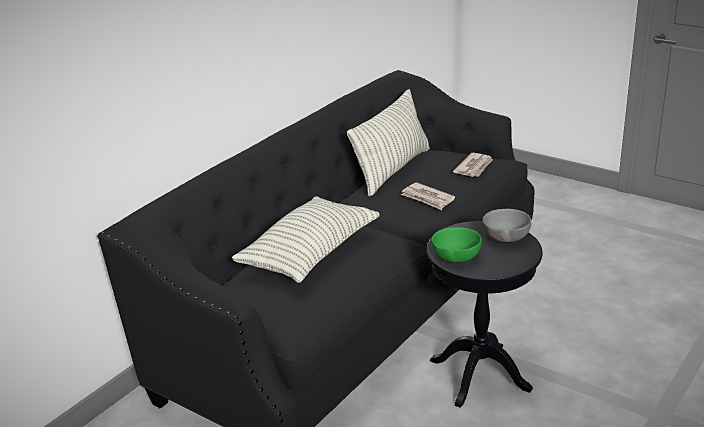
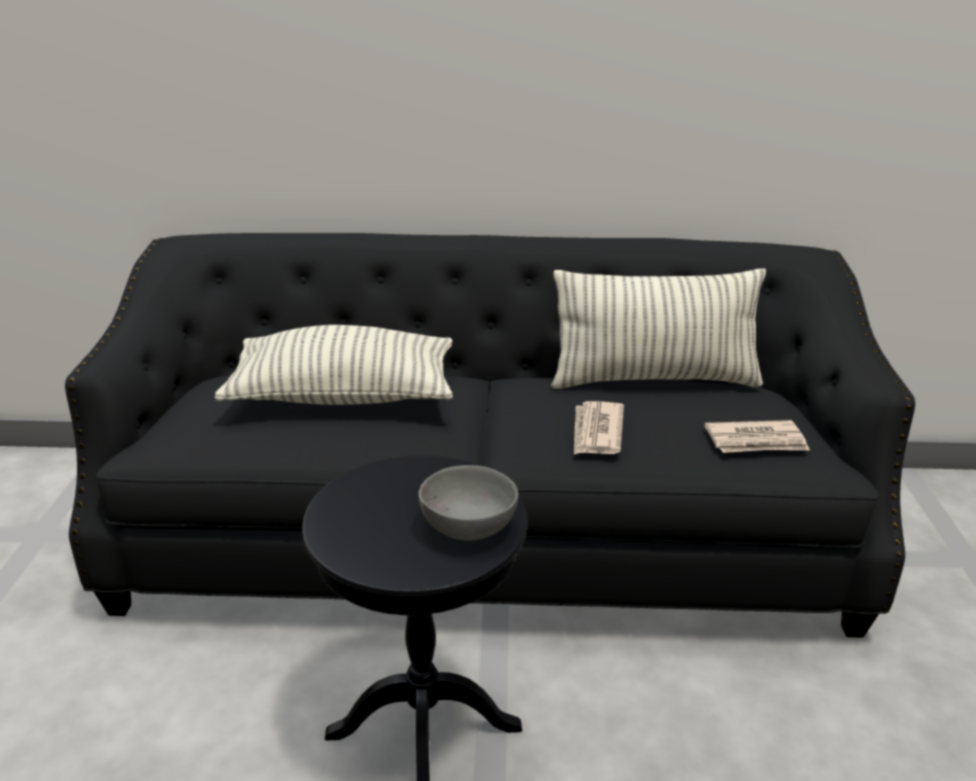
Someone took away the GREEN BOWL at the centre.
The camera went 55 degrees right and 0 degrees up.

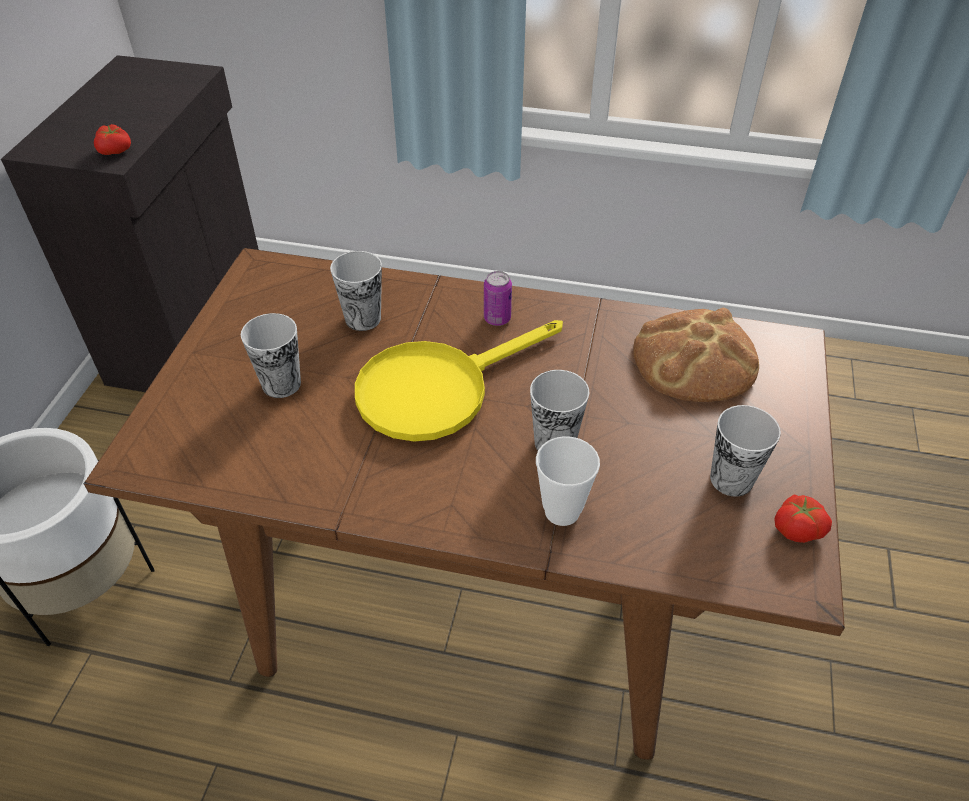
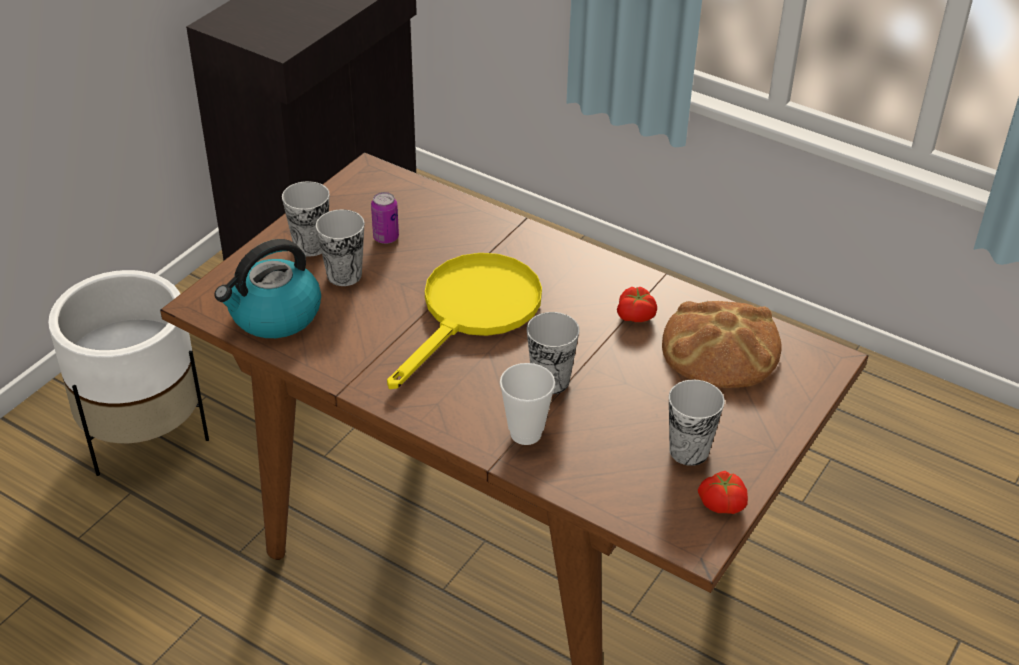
Someone carried the TOMATO (no. 1 from left) from the top left to the centre.
Someone carried the CUP (no. 2 from left in the first image) from the centre to the top left.
Someone carried the CAN from the centre to the top centre.
Someone rotated the YELLOW FRYING PAN at the centre by 135 degrees clockwise.
Someone put down the KETTLE at the middle left.
The camera went 20 degrees right and 5 degrees down.

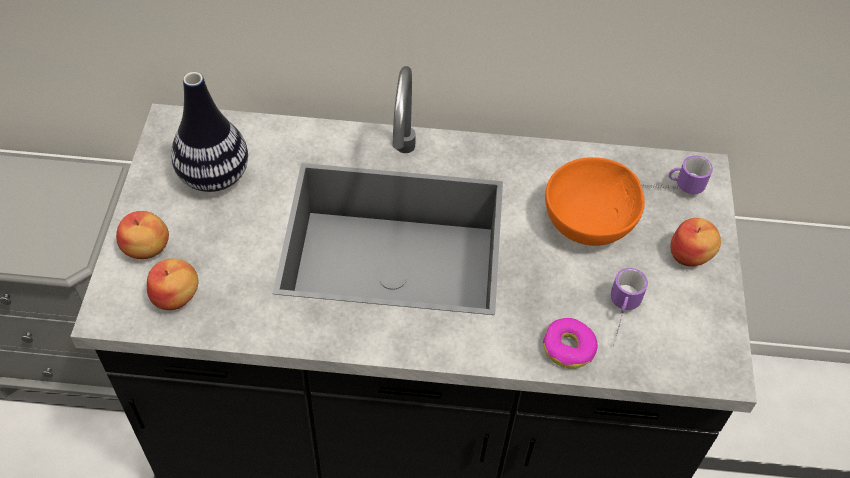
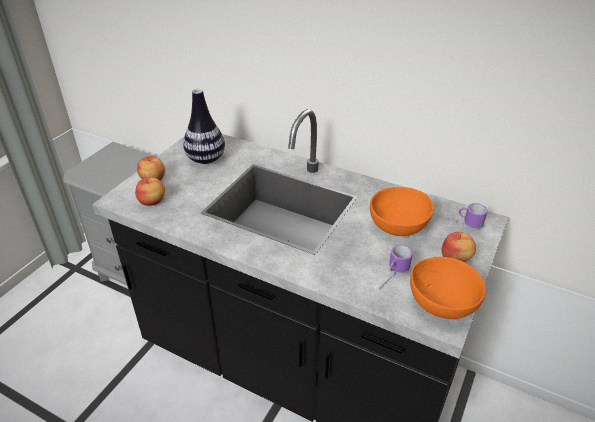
Someone took away the DONUT at the bottom right.
Someone put down the ORANGE BOWL (no. 2 from left) at the bottom right.
The camera went 25 degrees right and 15 degrees down.

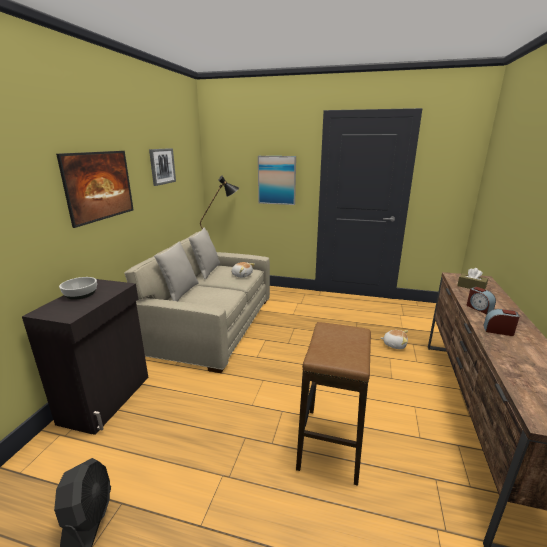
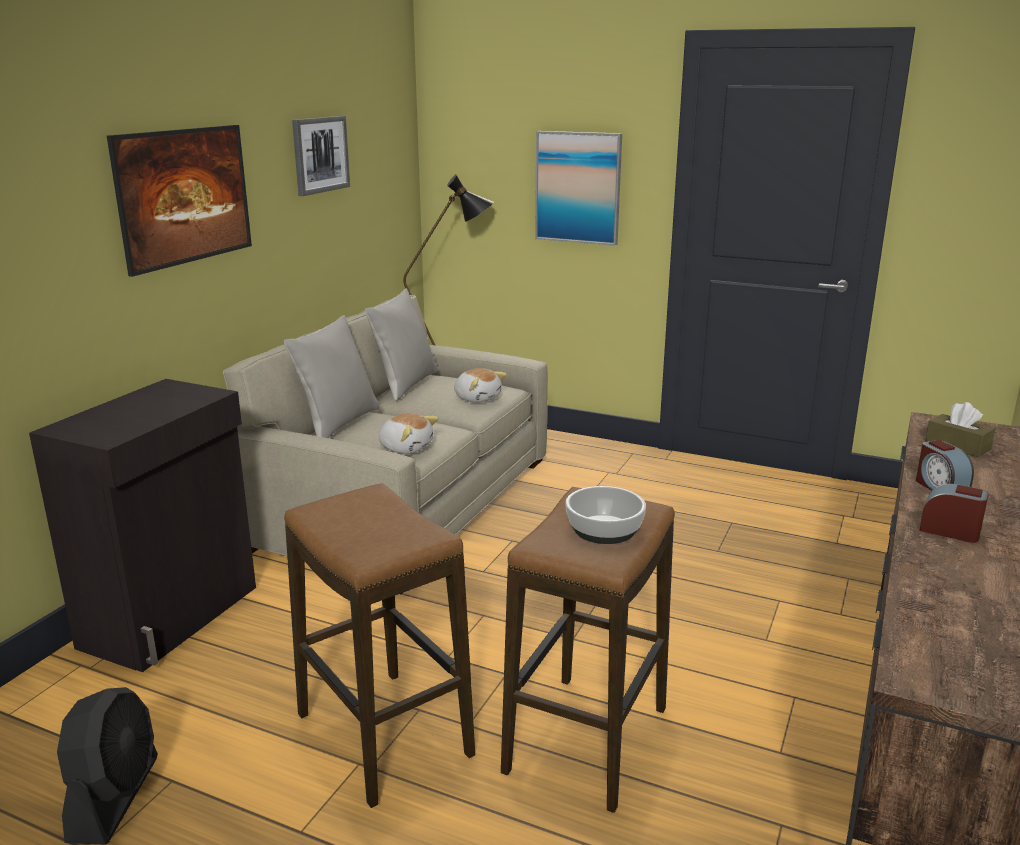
Someone carried the BOWL from the middle left to the centre.
Someone carried the PLUSH TOY (no. 2 from left in the first image) from the middle right to the centre.
Someone put down the STOOL (no. 1 from left) at the bottom centre.
The camera went 10 degrees right and 0 degrees up.

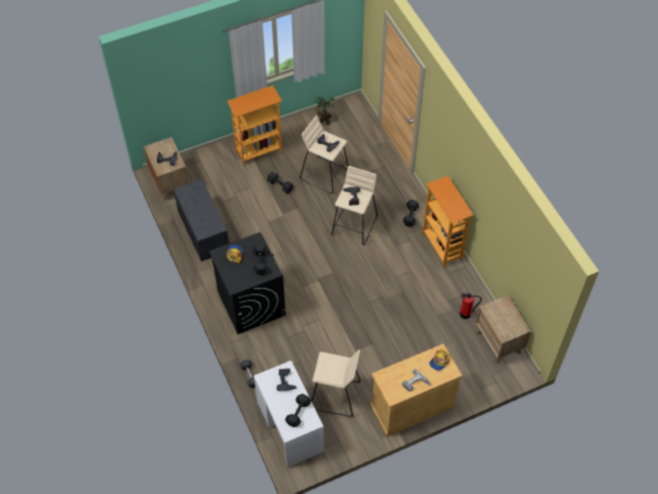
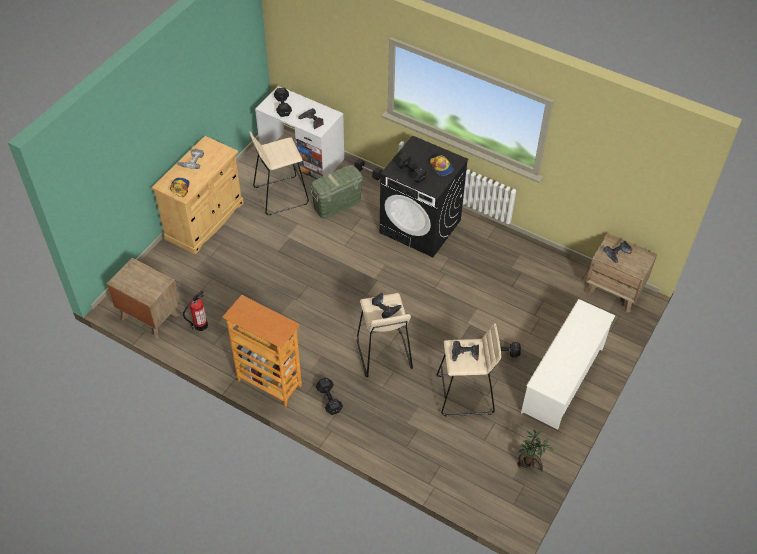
Someone swapped the BOOKCASE (no. 1 from left) at the top centre for the WHITE SHOE RACK at the middle right.
Someone took away the GREY BENCH at the middle left.
Someone put down the GREEN STORAGE BOX at the centre.
The camera went 145 degrees right and 5 degrees down.

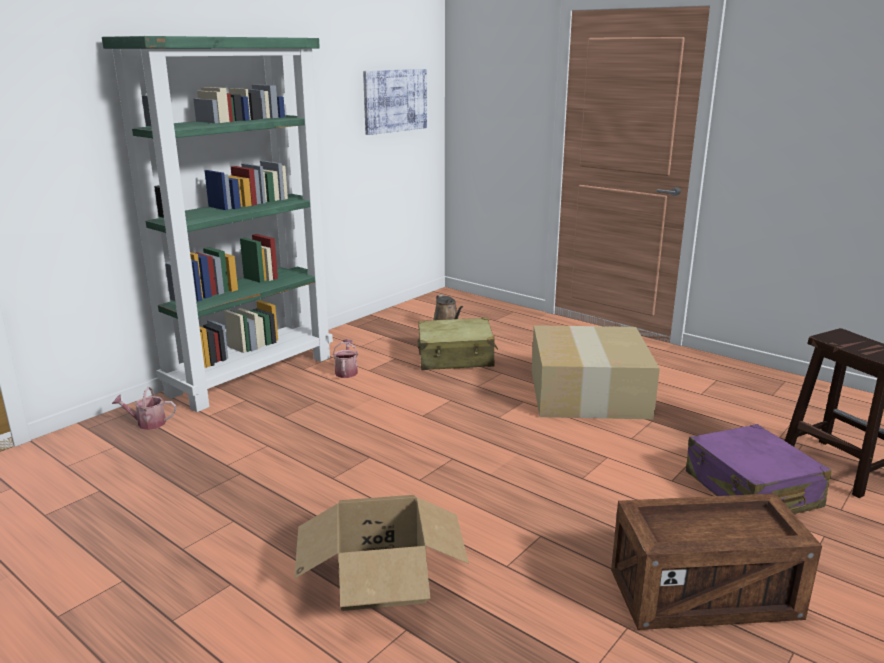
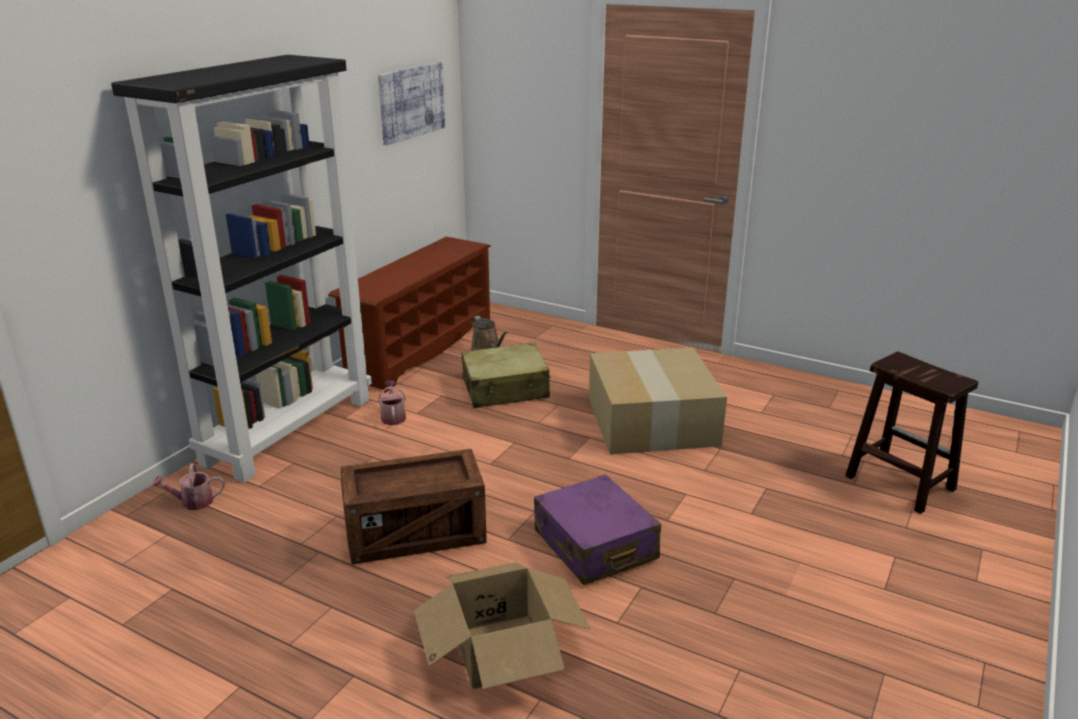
Someone repainted the GREEN BOOKCASE at the middle left, which became the BLACK BOOKCASE at the middle left.
Someone carried the PURPLE SUITCASE from the bottom right to the bottom centre.
Someone carried the CRATE from the bottom right to the bottom centre.
Someone put down the BROWN SHOE RACK at the centre.
The camera went 10 degrees left and 5 degrees up.

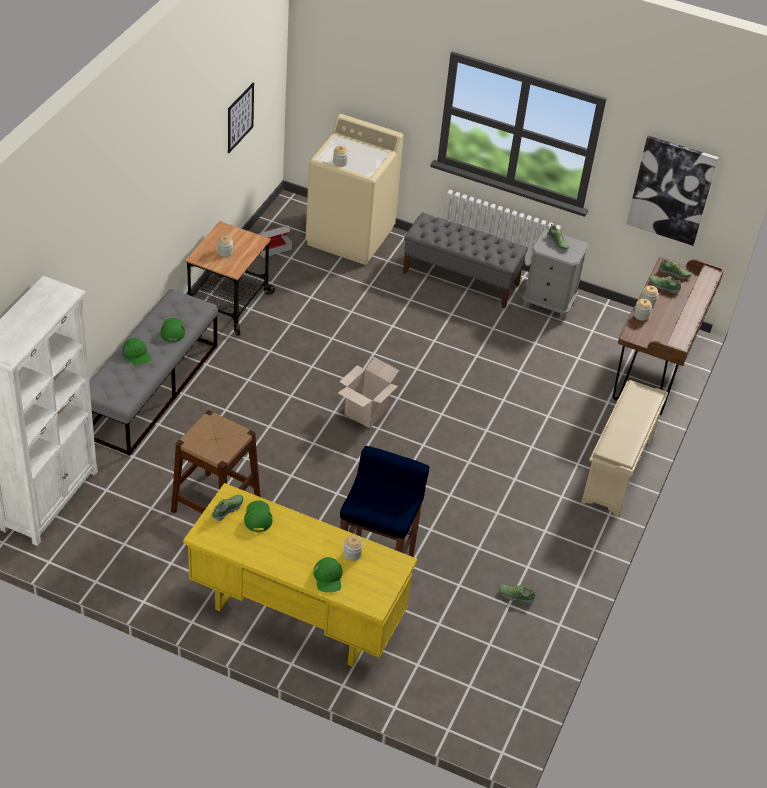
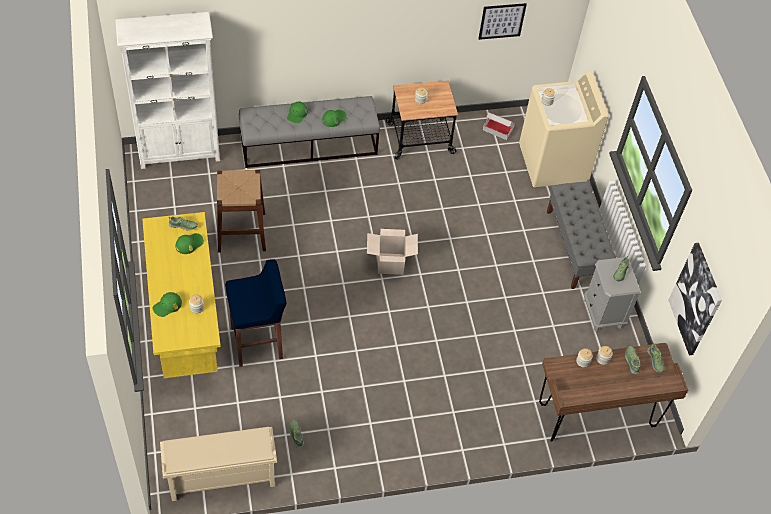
Someone carried the BEIGE SHOE RACK from the middle right to the bottom left.
The camera went 55 degrees right and 10 degrees up.

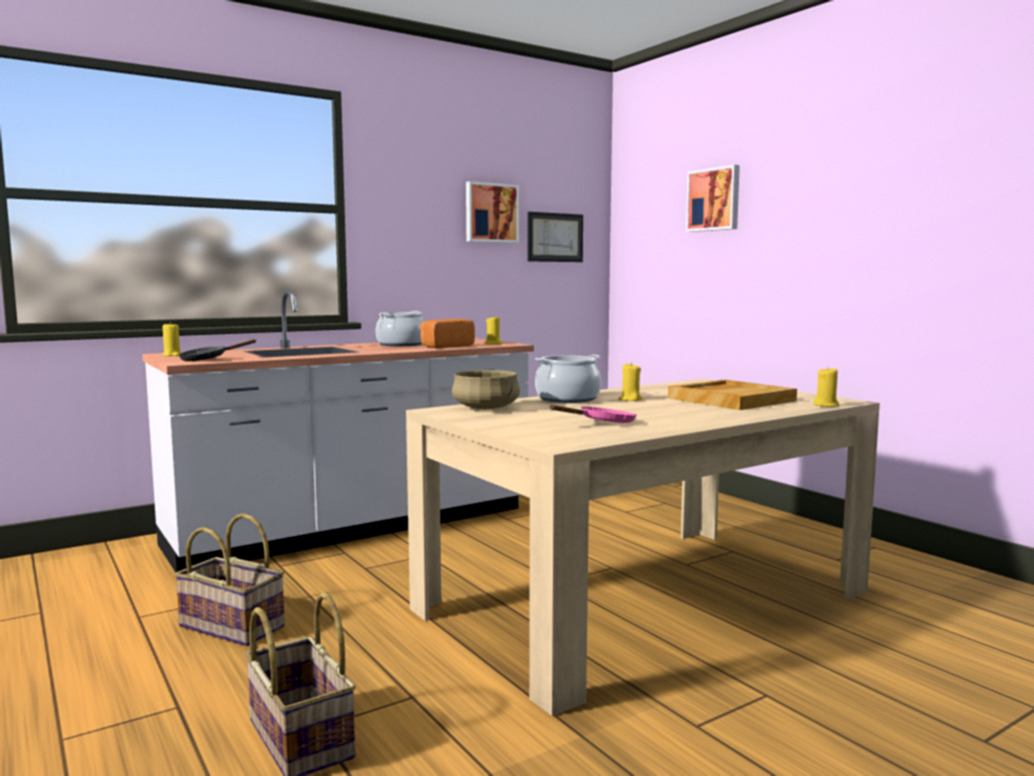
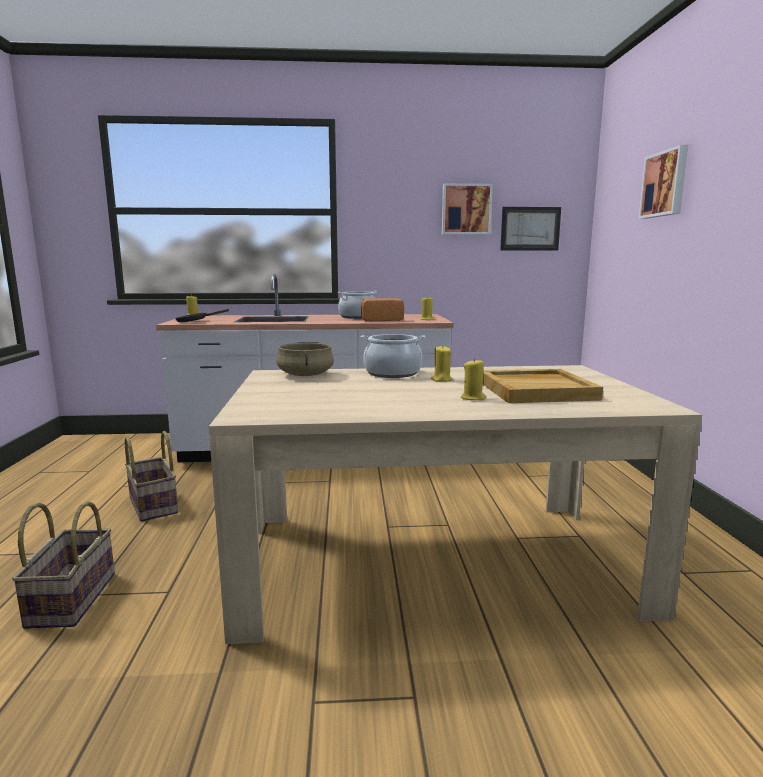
Someone carried the YELLOW CANDLE (no. 4 from left) from the middle right to the centre.
Someone took away the PINK FRYING PAN at the centre.
The camera went 30 degrees right and 5 degrees up.

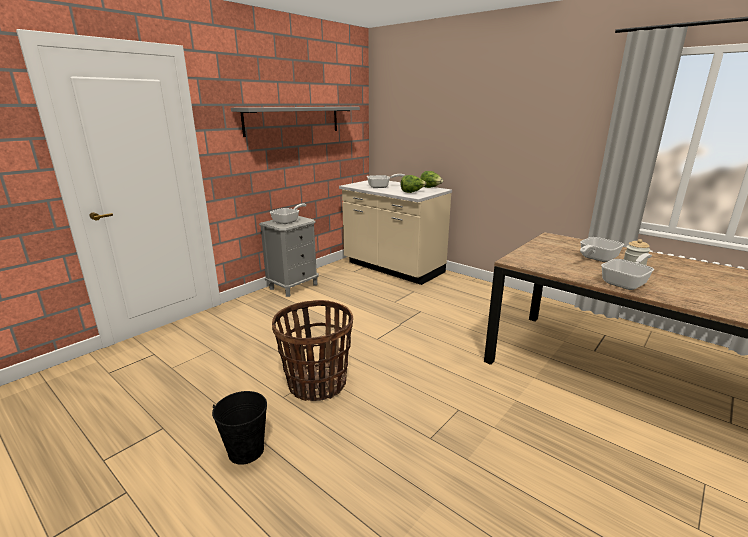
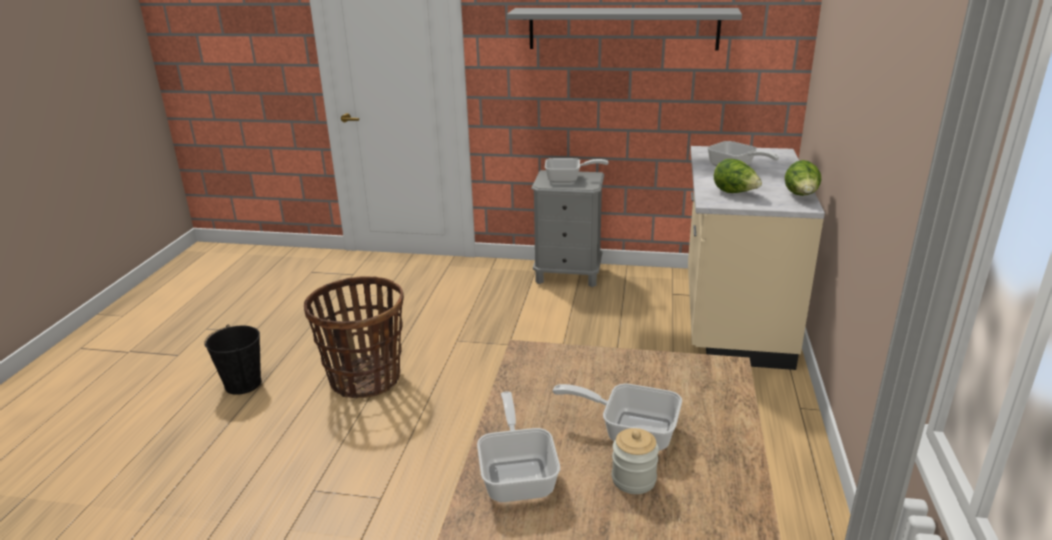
Someone rotated the FRYING PAN (no. 4 from left in the first image) at the middle right by 120 degrees counterclockwise.
The camera went 60 degrees right and 5 degrees up.

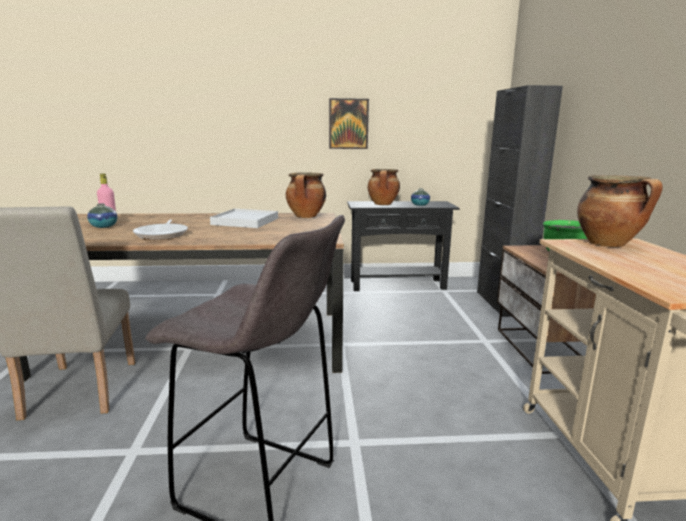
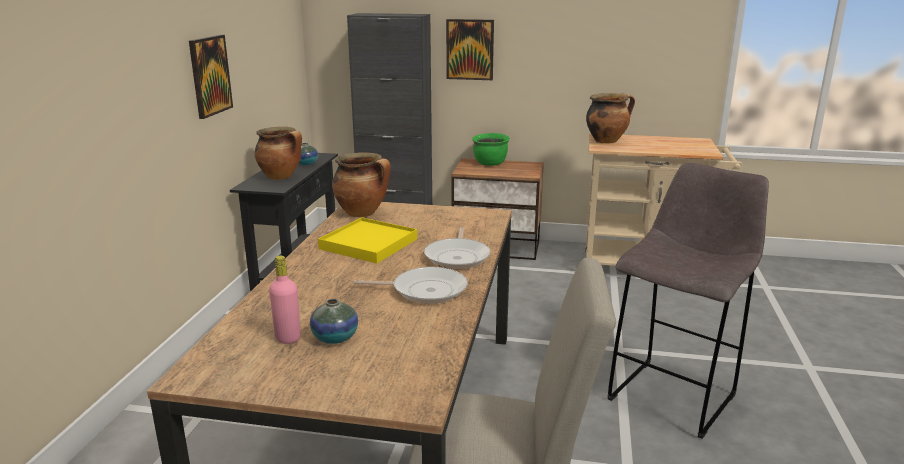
Someone repainted the WHITE TRAY at the centre, which became the YELLOW TRAY at the centre.
Someone put up the PICTURE (no. 2 from left) at the top centre.
Someone put down the FRYING PAN (no. 2 from left) at the centre.
The camera went 75 degrees left and 5 degrees up.

